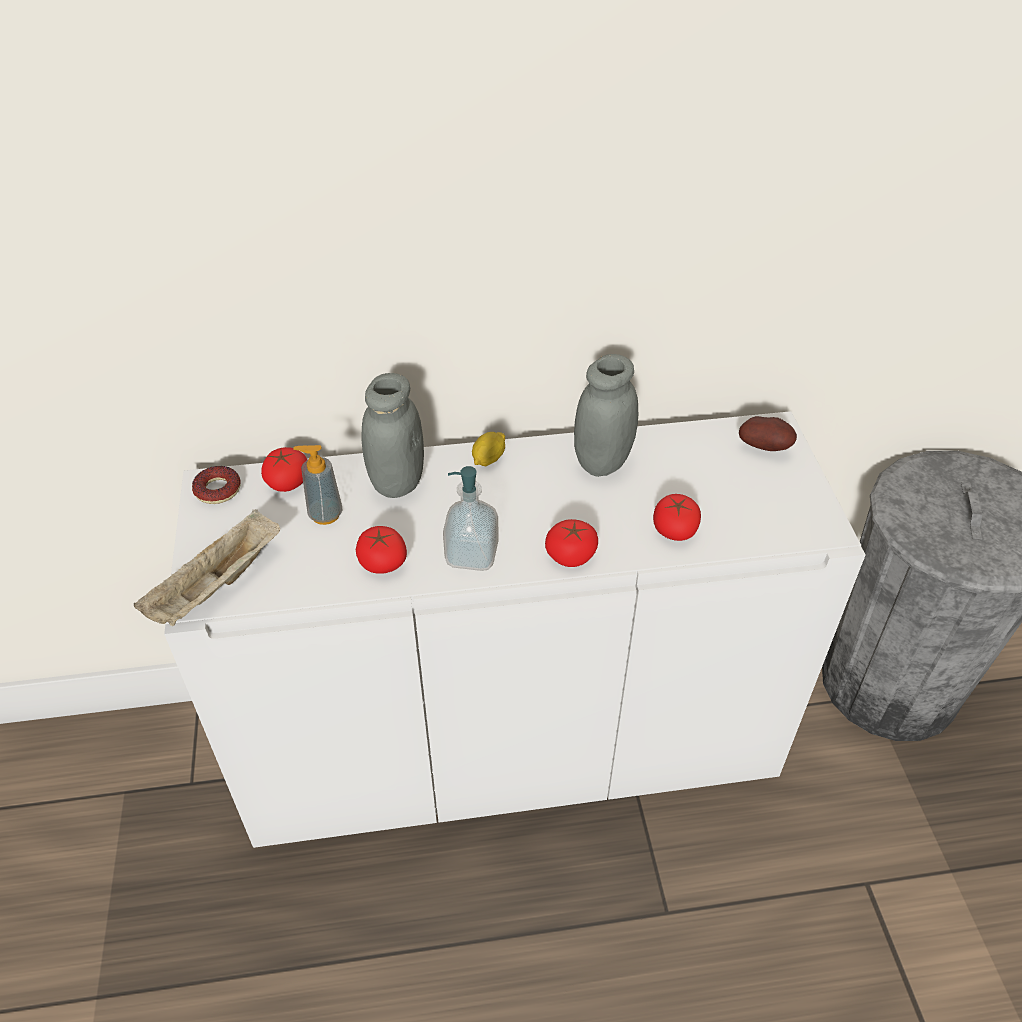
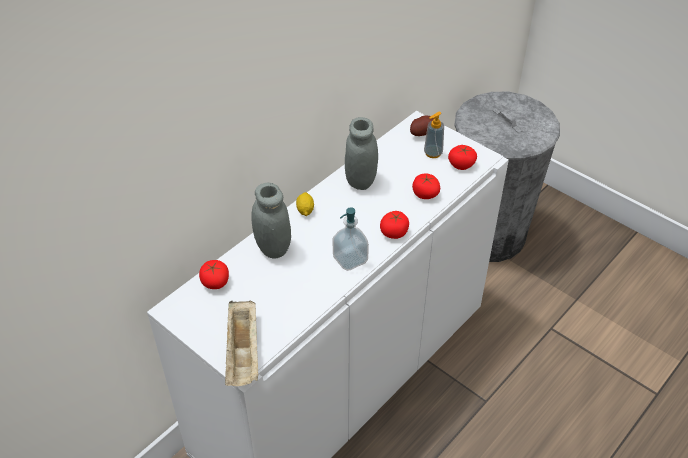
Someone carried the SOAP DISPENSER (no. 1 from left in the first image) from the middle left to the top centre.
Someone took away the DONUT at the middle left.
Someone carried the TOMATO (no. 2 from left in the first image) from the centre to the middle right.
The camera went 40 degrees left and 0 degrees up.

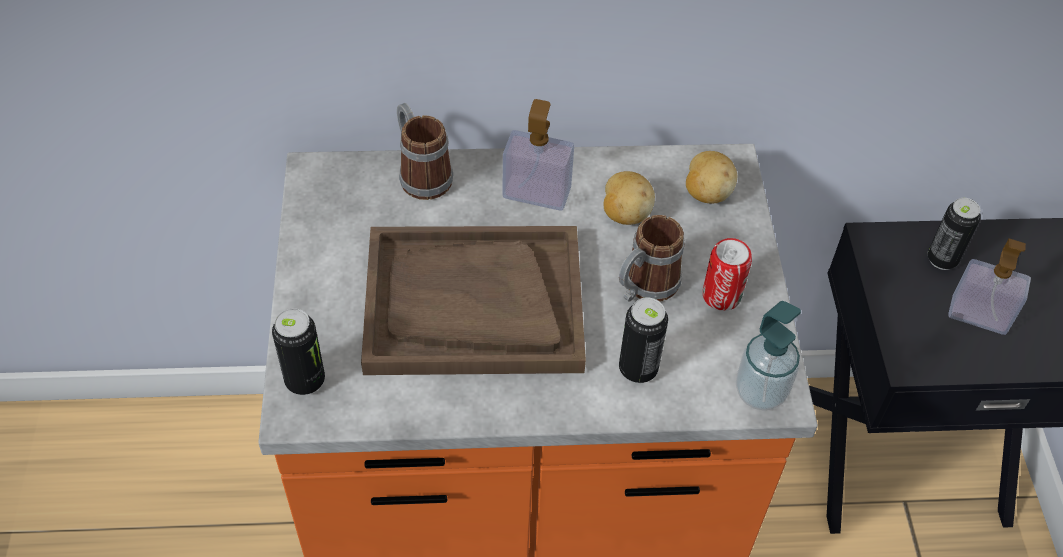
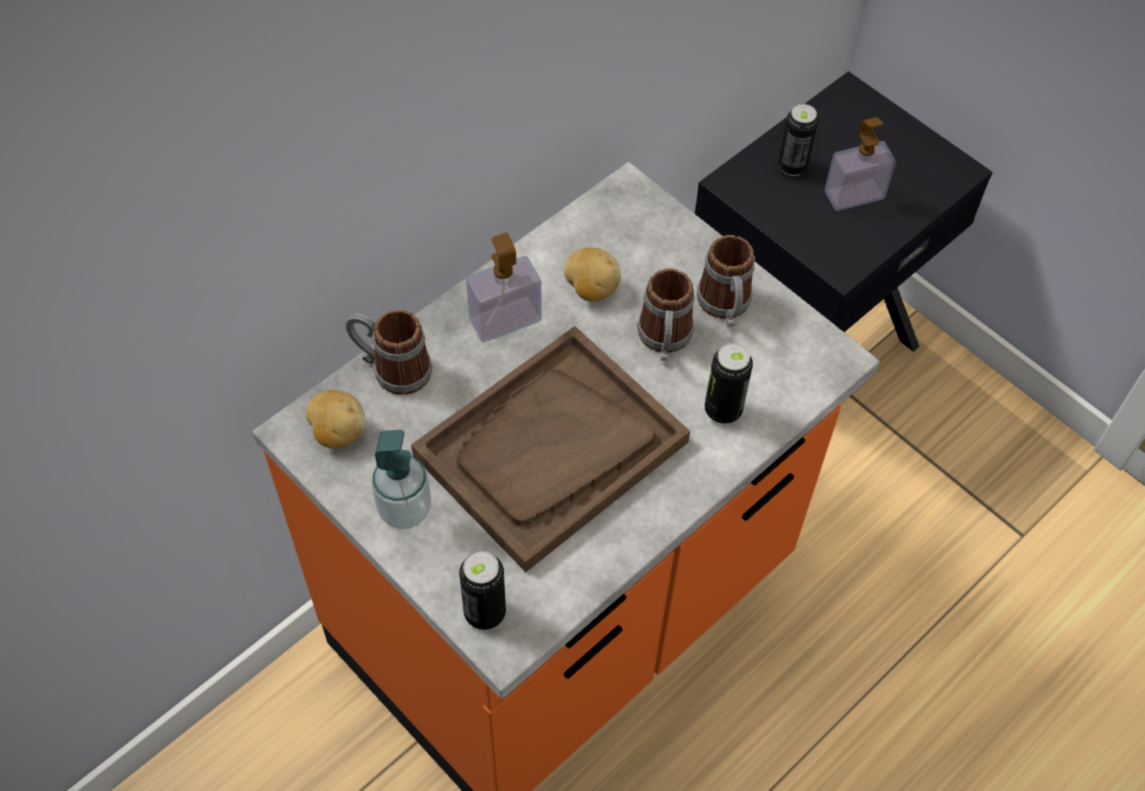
Someone carried the POTATO (no. 2 from left in the first image) from the top right to the middle left.
Someone swapped the CAN (no. 3 from left) at the middle right for the MUG (no. 3 from left) at the centre.
Someone carried the SOAP DISPENSER (no. 2 from left in the first image) from the middle right to the centre.
The camera went 40 degrees left and 5 degrees up.

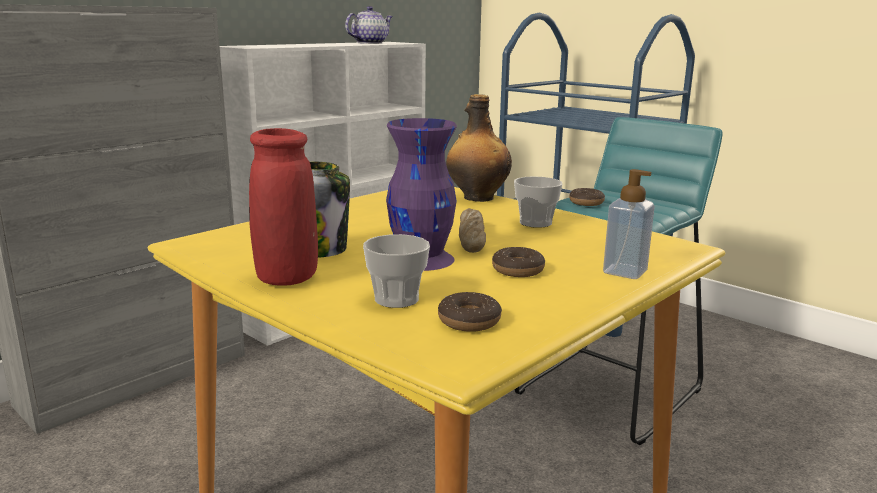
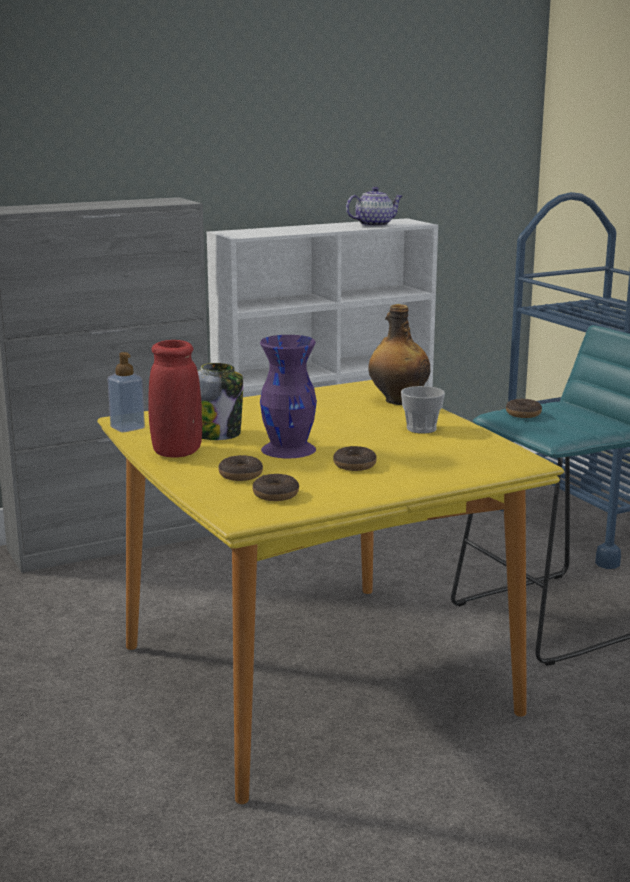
Someone carried the SOAP DISPENSER from the middle right to the middle left.
Someone took away the BREAD at the centre.
Someone swapped the CUP (no. 1 from left) at the centre for the DONUT (no. 1 from left) at the centre.
The camera went 20 degrees right and 0 degrees up.

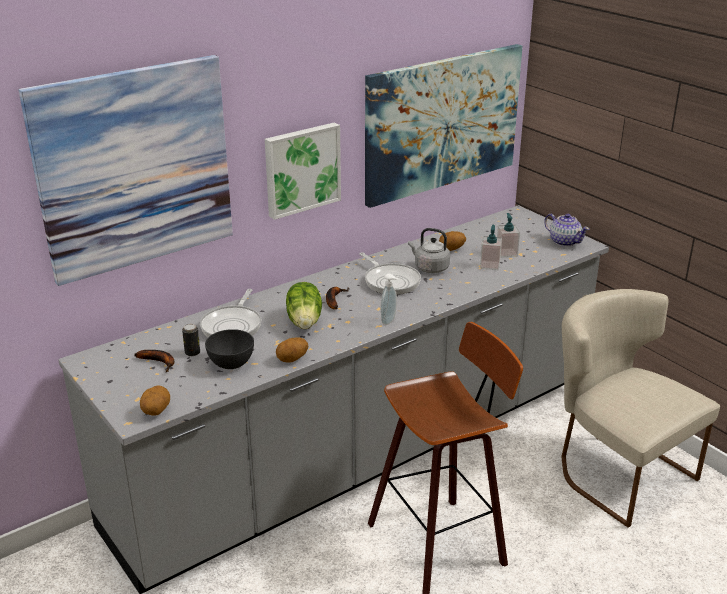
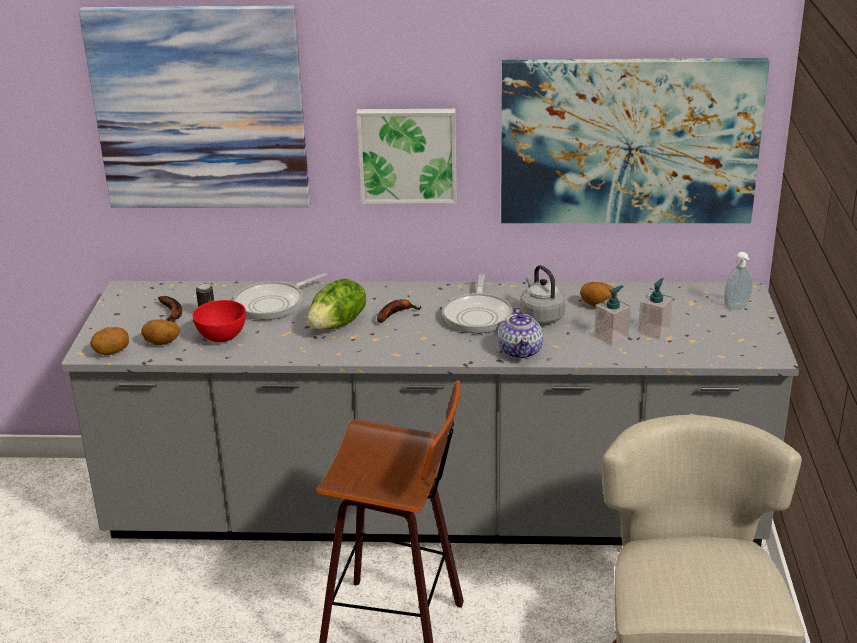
Someone carried the TEAPOT from the middle right to the centre.
Someone carried the SOAP DISPENSER (no. 1 from left in the first image) from the centre to the middle right.
Someone repainted the GREY BOWL at the middle left, which became the RED BOWL at the middle left.
Someone carried the POTATO (no. 2 from left) from the centre to the middle left.
The camera went 40 degrees right and 0 degrees up.

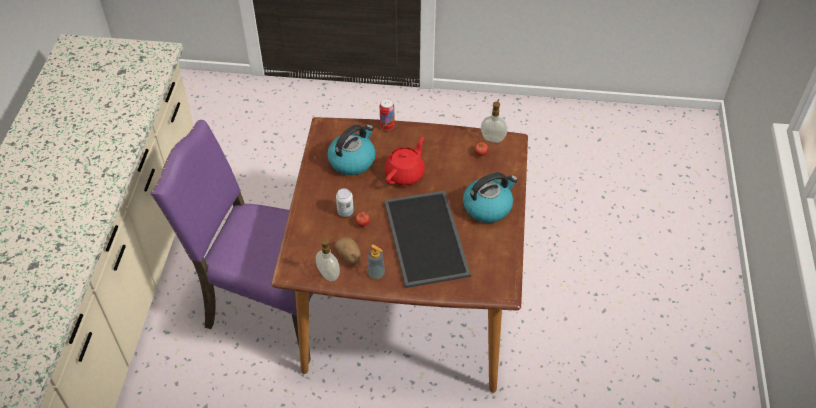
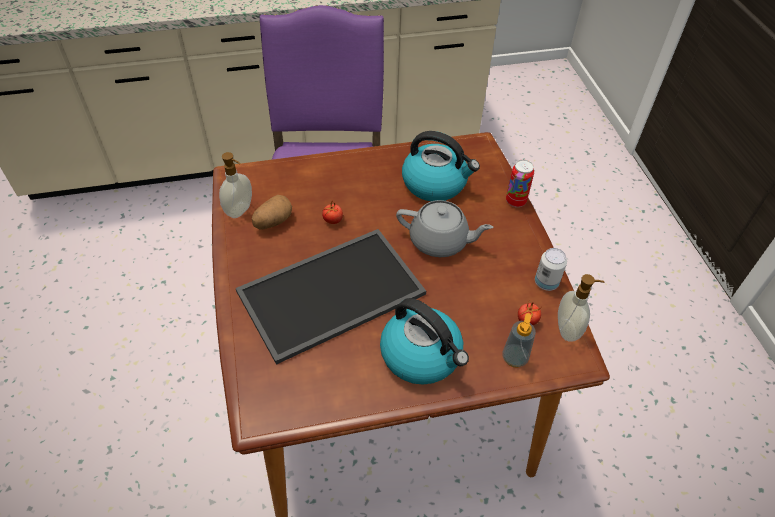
Someone repainted the RED TEAPOT at the centre, which became the GREY TEAPOT at the centre.
Someone carried the CAN (no. 1 from left in the first image) from the centre to the middle right.
Someone carried the SOAP DISPENSER (no. 2 from left) from the centre to the middle right.
The camera went 70 degrees right and 0 degrees up.

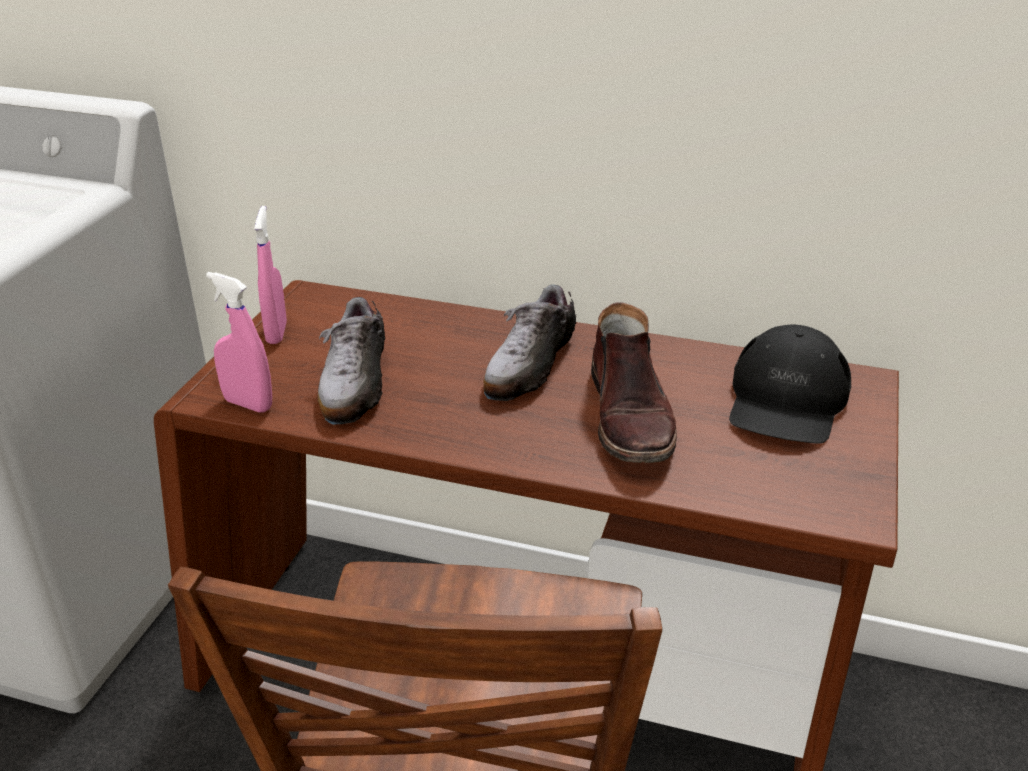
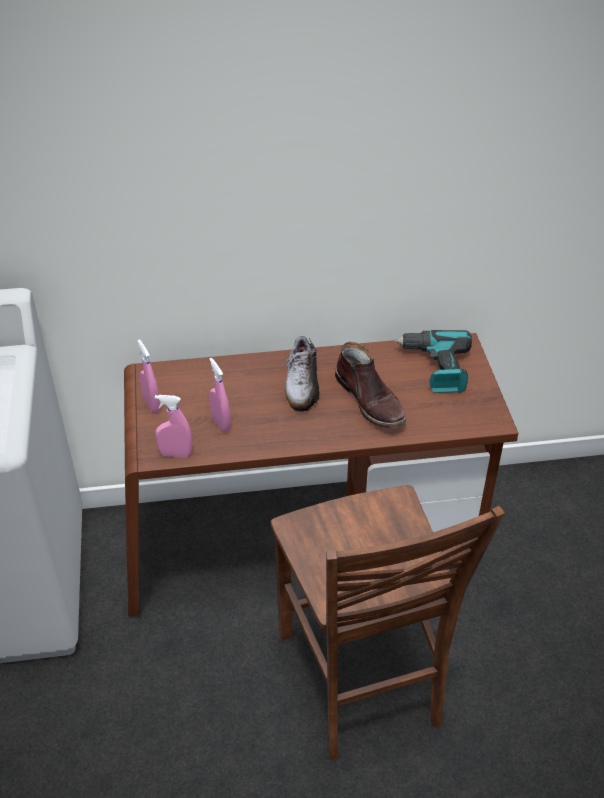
Someone swapped the SHOE (no. 1 from left) at the centre for the PINK SPRAY BOTTLE (no. 3 from left) at the centre.
Someone swapped the BLACK CAP at the middle right for the POWER DRILL at the middle right.
The camera went 25 degrees left and 10 degrees up.

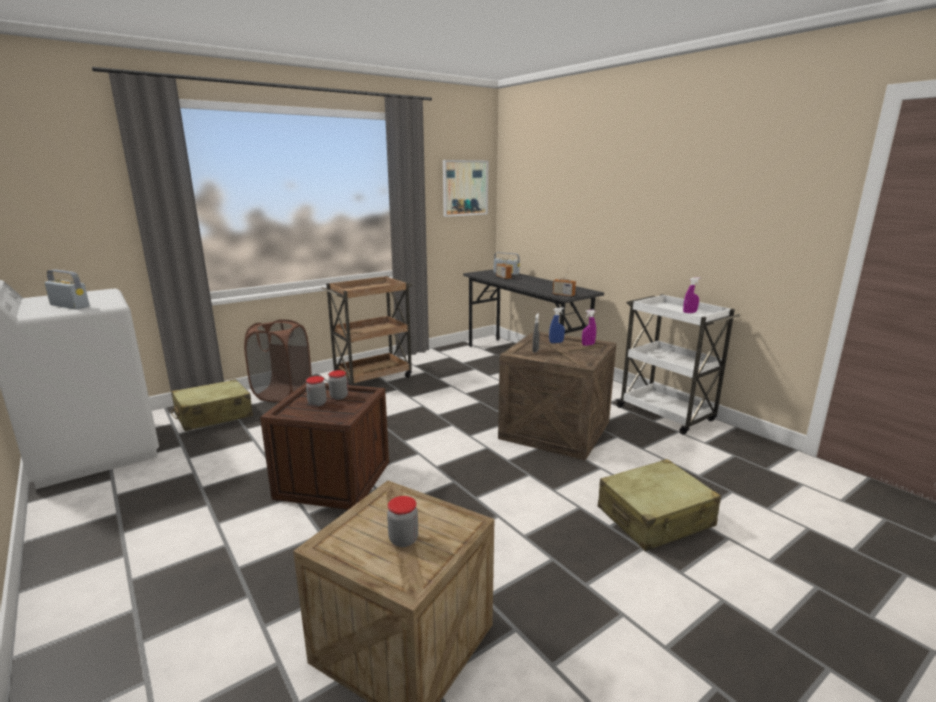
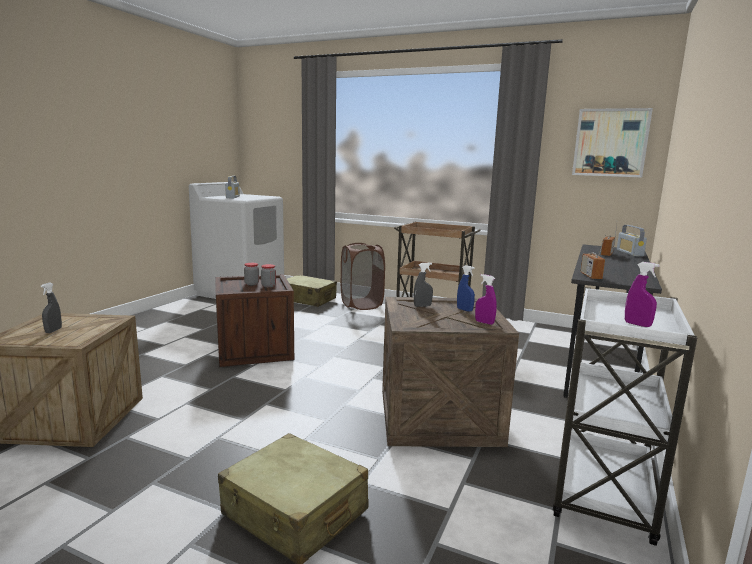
Someone swapped the JAR (no. 3 from left) at the bottom centre for the GREY SPRAY BOTTLE (no. 1 from left) at the middle left.
The camera went 60 degrees right and 5 degrees down.

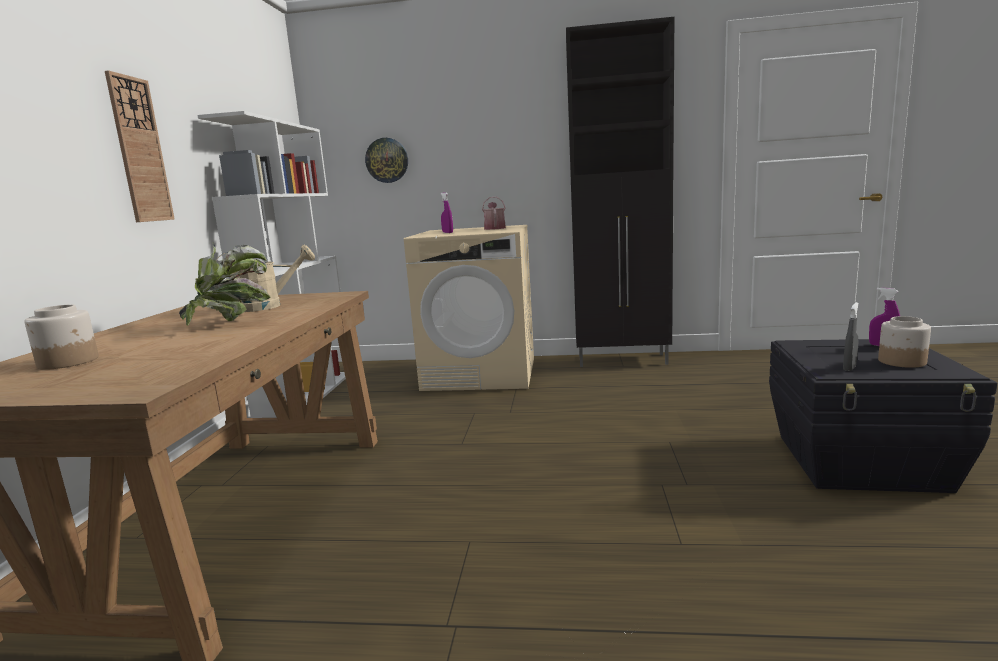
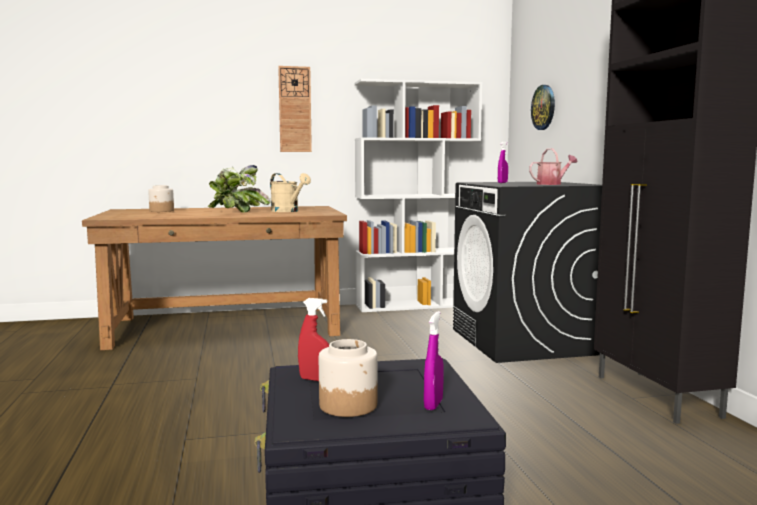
Someone repainted the BEIGE WASHING MACHINE at the centre, which became the BLACK WASHING MACHINE at the middle right.
Someone repainted the GREY SPRAY BOTTLE at the middle right, which became the RED SPRAY BOTTLE at the bottom centre.
The camera went 70 degrees right and 5 degrees down.

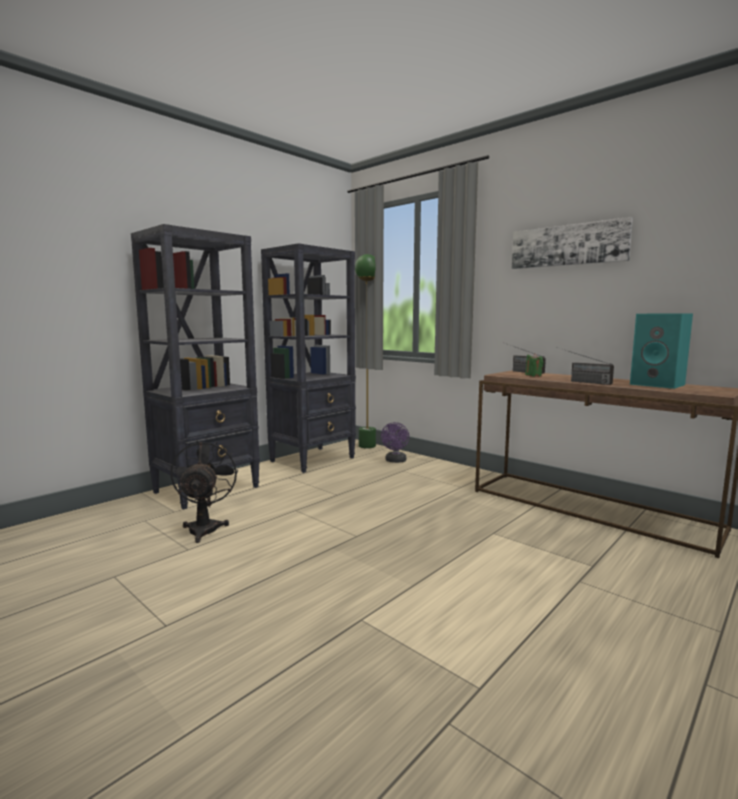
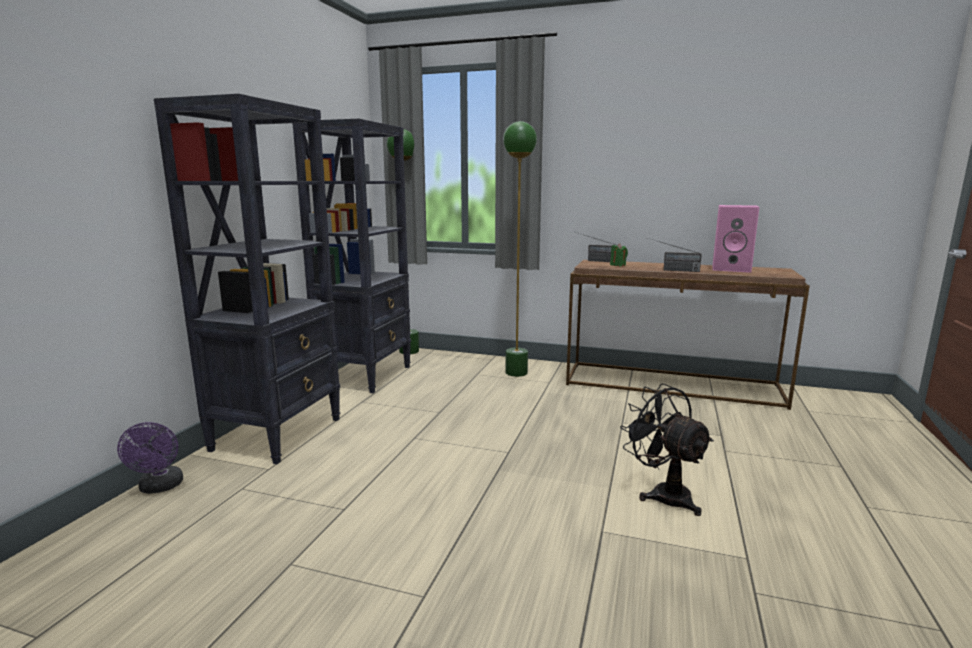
Someone took away the PICTURE at the top right.
Someone repainted the TURQUOISE SPEAKER at the middle right, which became the PINK SPEAKER at the middle right.
Someone carried the PURPLE FAN from the centre to the bottom left.
Someone carried the BLACK FAN from the middle left to the bottom right.
Someone put down the GREEN FLOOR LAMP (no. 2 from left) at the centre.
The camera went 25 degrees left and 5 degrees up.

